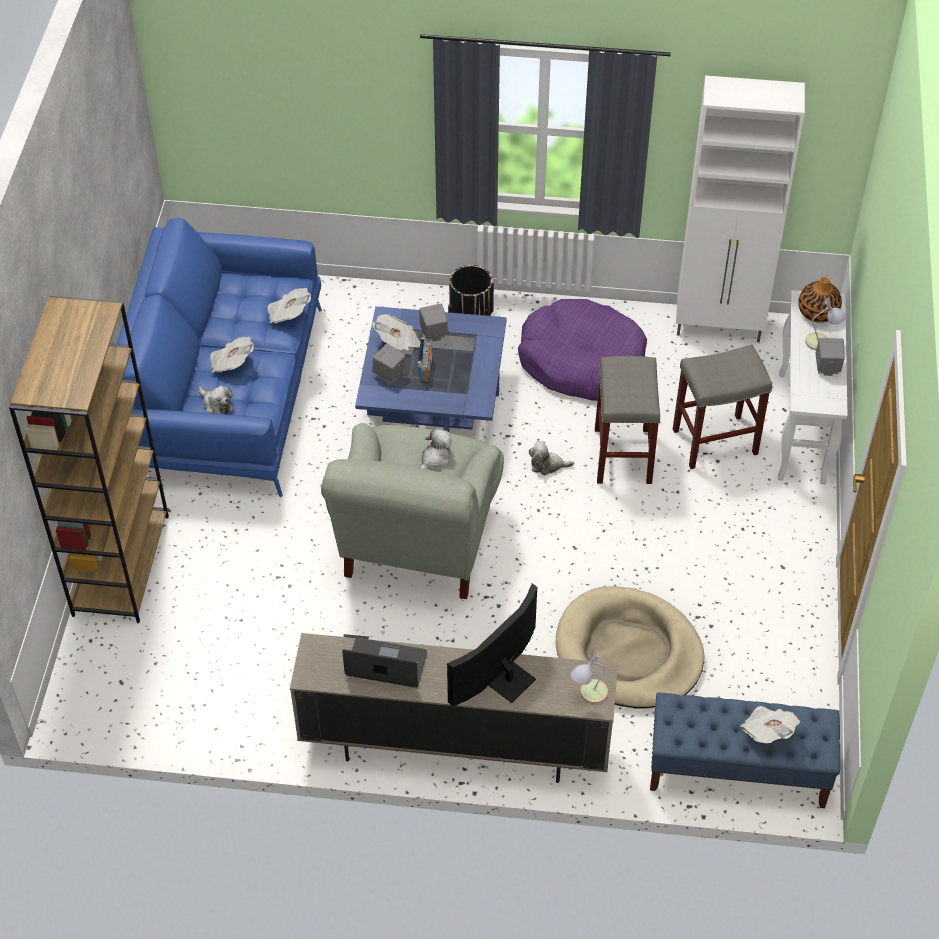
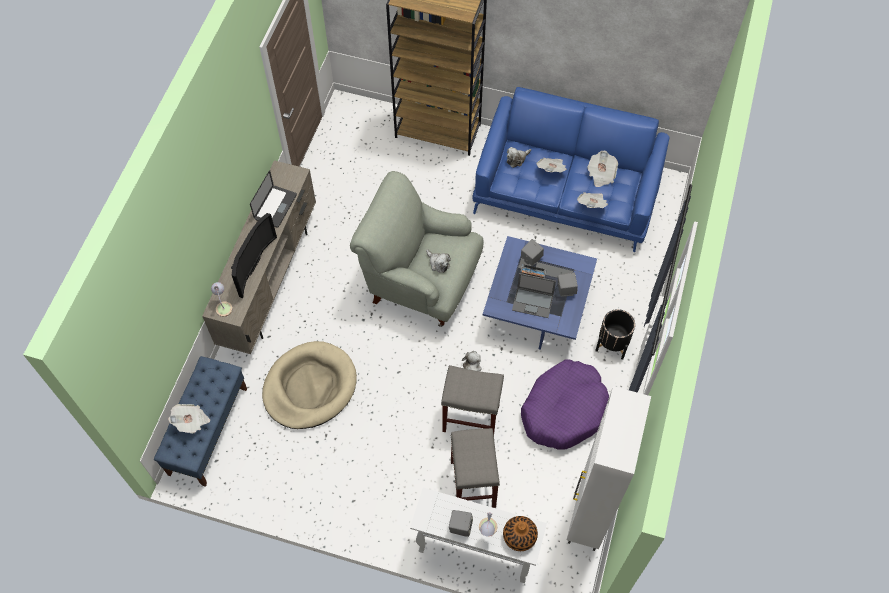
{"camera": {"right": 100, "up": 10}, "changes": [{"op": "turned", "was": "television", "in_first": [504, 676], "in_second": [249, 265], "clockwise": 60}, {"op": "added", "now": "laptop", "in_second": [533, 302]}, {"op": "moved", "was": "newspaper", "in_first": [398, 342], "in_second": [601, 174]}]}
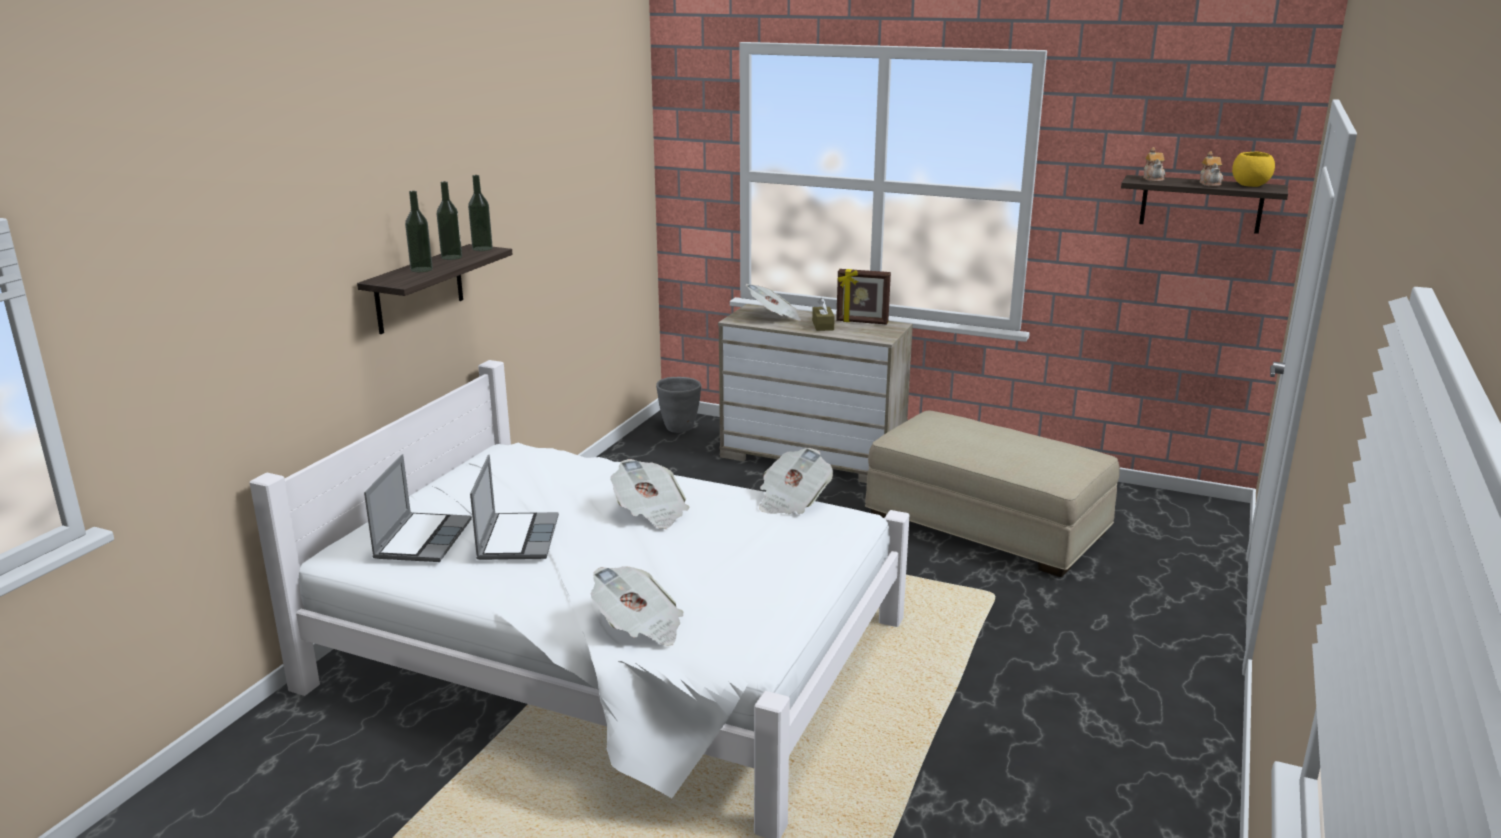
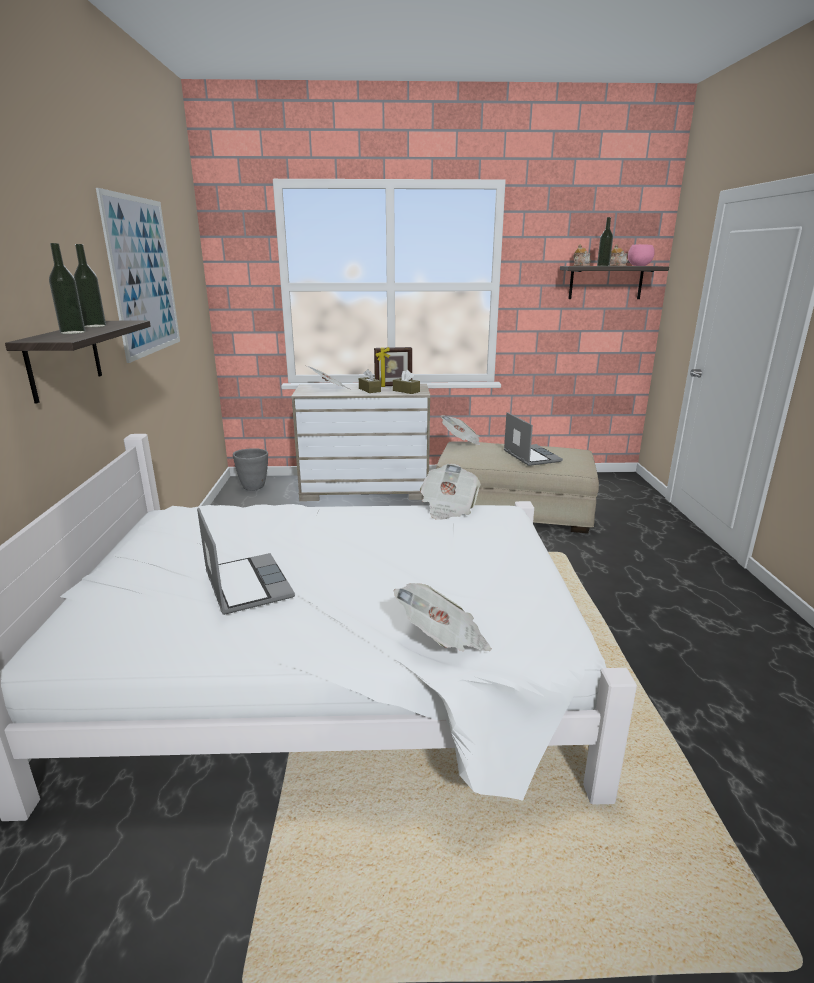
{"camera": {"right": -25, "up": 0}, "changes": [{"op": "added", "now": "picture", "in_second": [143, 276]}, {"op": "added", "now": "tissue box in brown", "in_second": [406, 391]}, {"op": "moved", "was": "newspaper", "in_first": [650, 512], "in_second": [461, 441]}, {"op": "moved", "was": "laptop", "in_first": [422, 539], "in_second": [530, 456]}, {"op": "moved", "was": "bottle", "in_first": [482, 248], "in_second": [603, 266]}, {"op": "recoloured", "was": "bowl in yellow", "now": "bowl in pink", "in_first": [1250, 185], "in_second": [639, 265]}]}
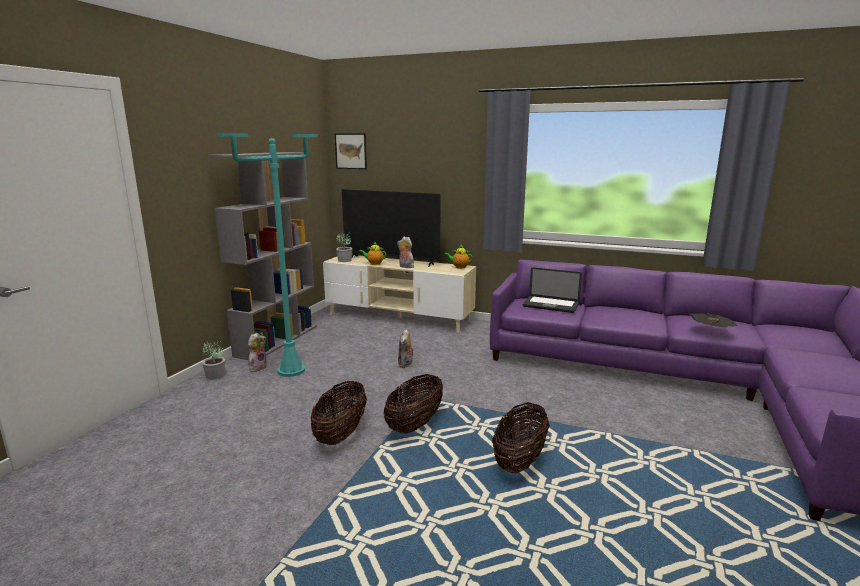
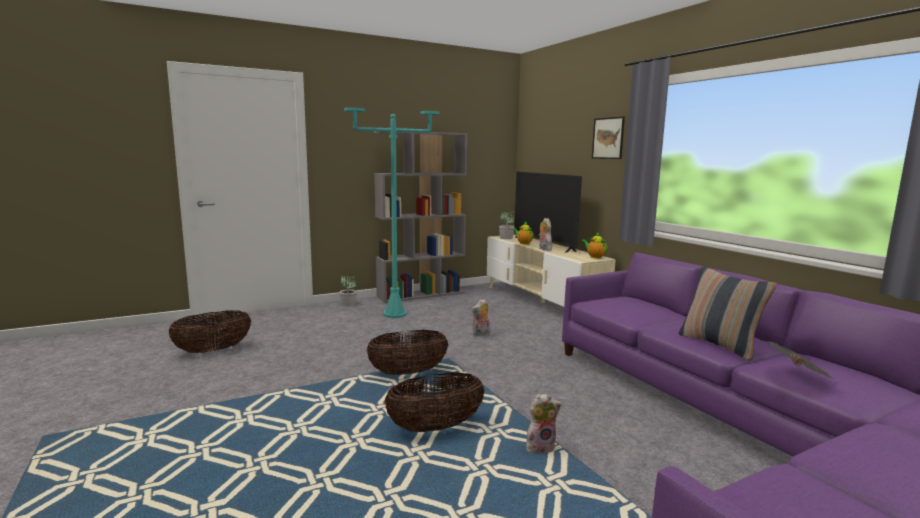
{"camera": {"right": 40, "up": -5}, "changes": [{"op": "moved", "was": "basket", "in_first": [341, 434], "in_second": [213, 350]}, {"op": "moved", "was": "plush toy", "in_first": [258, 367], "in_second": [540, 447]}, {"op": "moved", "was": "picture", "in_first": [351, 151], "in_second": [608, 138]}, {"op": "added", "now": "pillow", "in_second": [719, 345]}, {"op": "removed", "was": "laptop", "in_first": [550, 305]}]}
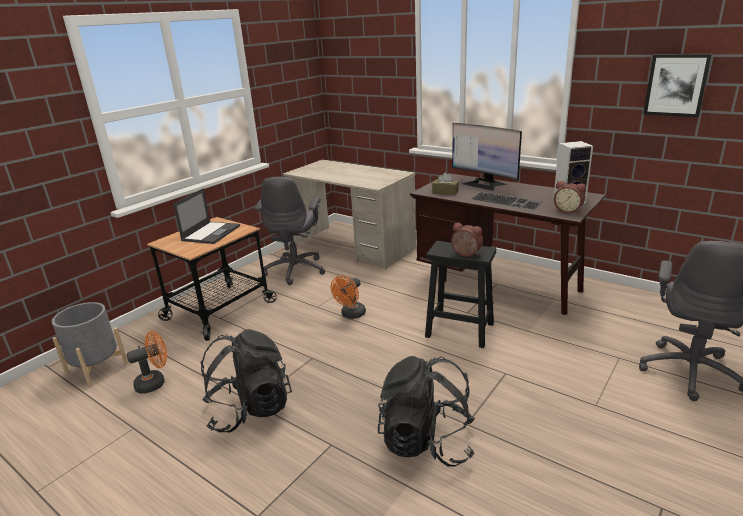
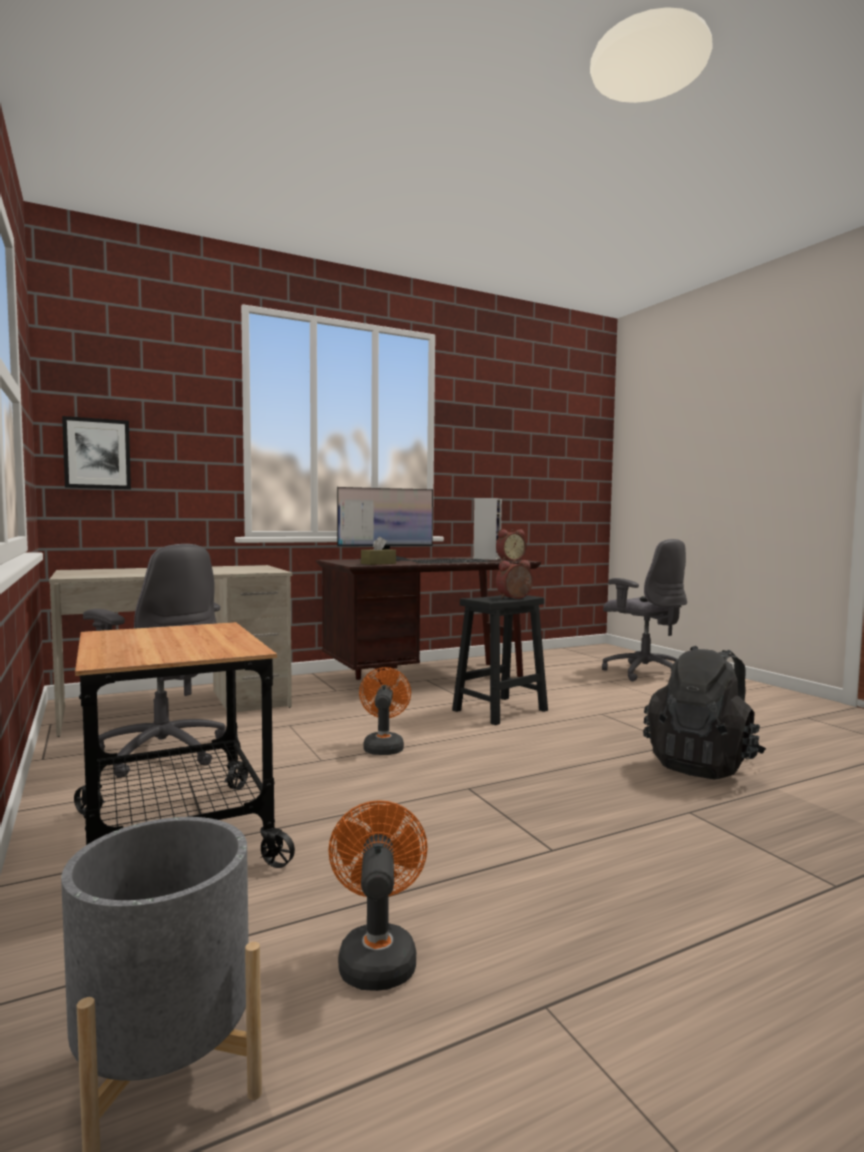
{"camera": {"right": -65, "up": -20}, "changes": [{"op": "moved", "was": "picture", "in_first": [676, 85], "in_second": [97, 454]}, {"op": "turned", "was": "fan in orange", "in_first": [351, 315], "in_second": [383, 746], "clockwise": -150}, {"op": "removed", "was": "laptop", "in_first": [211, 233]}, {"op": "removed", "was": "backpack in black", "in_first": [249, 409]}]}
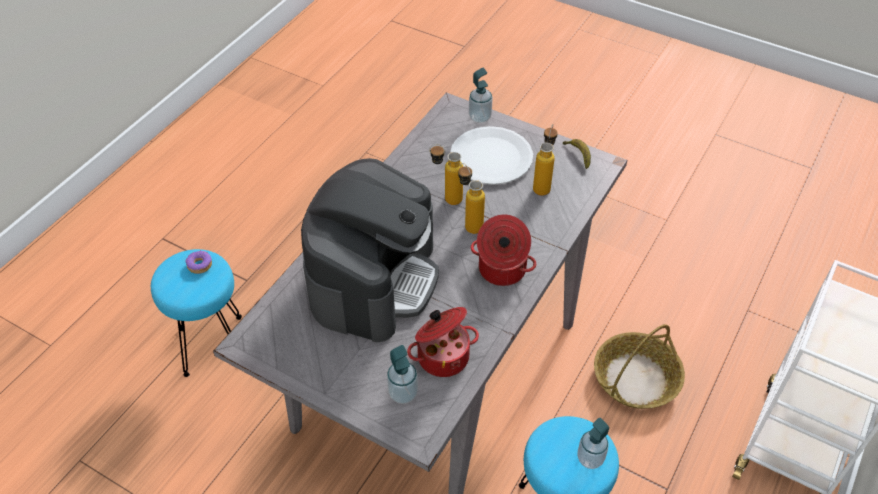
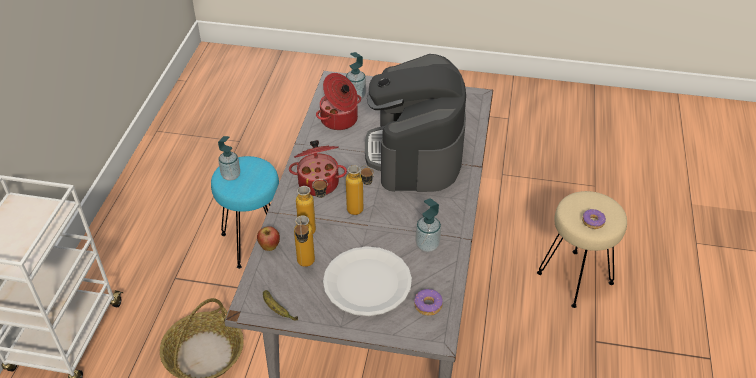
{"camera": {"right": 160, "up": -5}, "changes": [{"op": "added", "now": "apple", "in_second": [269, 247]}, {"op": "moved", "was": "bottle", "in_first": [446, 198], "in_second": [314, 230]}, {"op": "added", "now": "donut", "in_second": [428, 305]}, {"op": "moved", "was": "soap dispenser", "in_first": [480, 117], "in_second": [427, 245]}, {"op": "recoloured", "was": "stool in turquoise", "now": "stool in beige", "in_first": [213, 344], "in_second": [575, 279]}]}
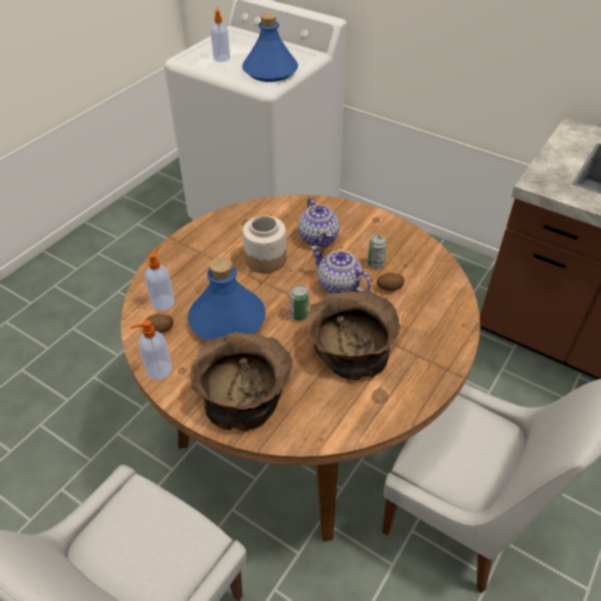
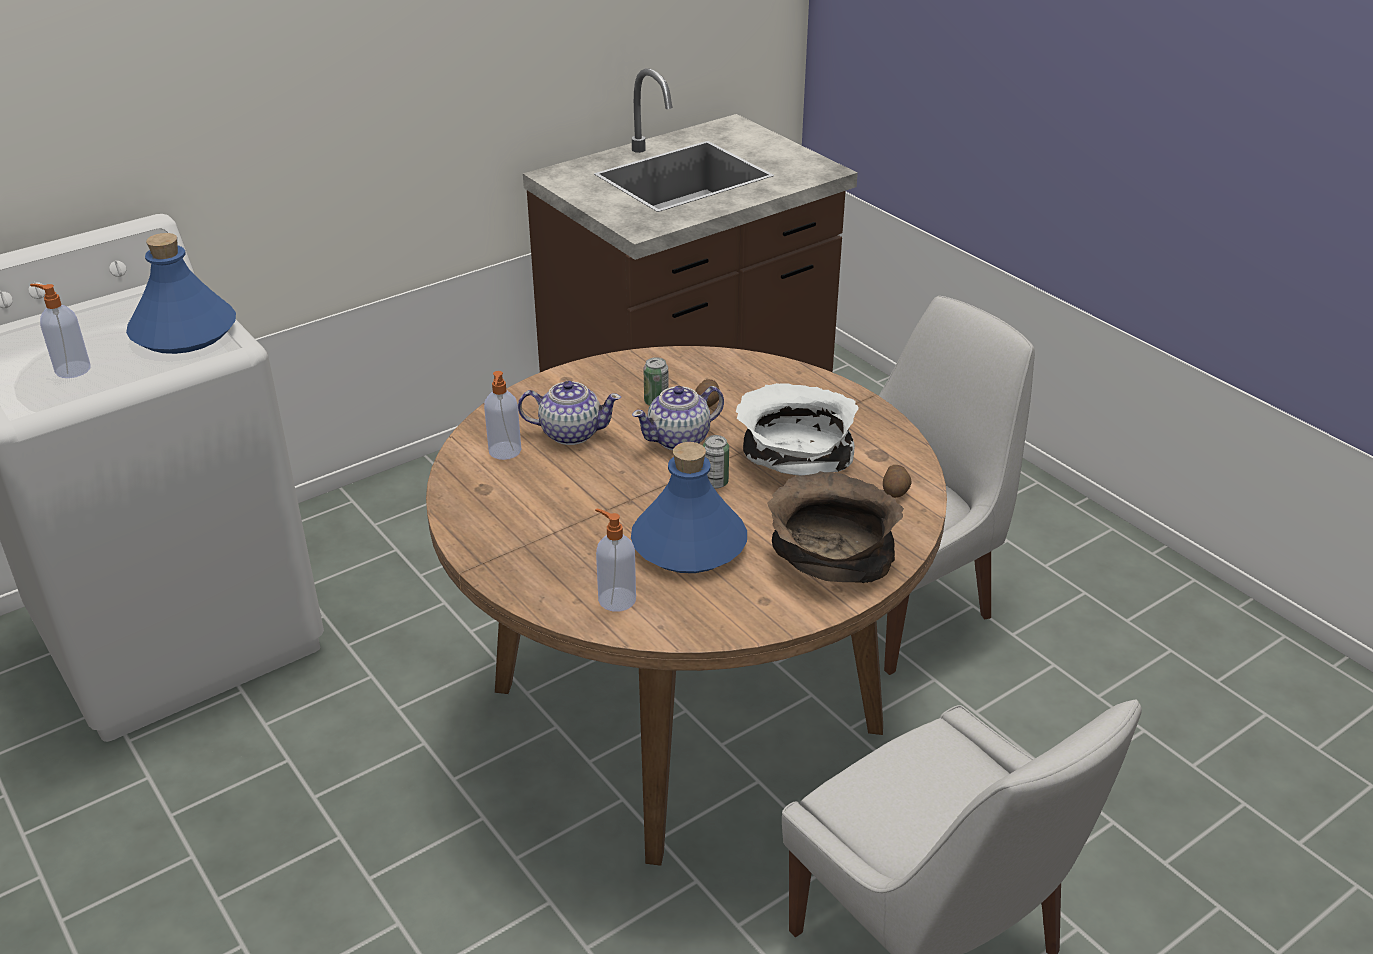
{"camera": {"right": -70, "up": -10}, "changes": [{"op": "moved", "was": "soap dispenser", "in_first": [158, 370], "in_second": [504, 451]}, {"op": "recoloured", "was": "bowl in brown", "now": "bowl in white", "in_first": [352, 346], "in_second": [792, 455]}, {"op": "moved", "was": "potato", "in_first": [159, 329], "in_second": [896, 491]}, {"op": "removed", "was": "jar", "in_first": [266, 259]}]}
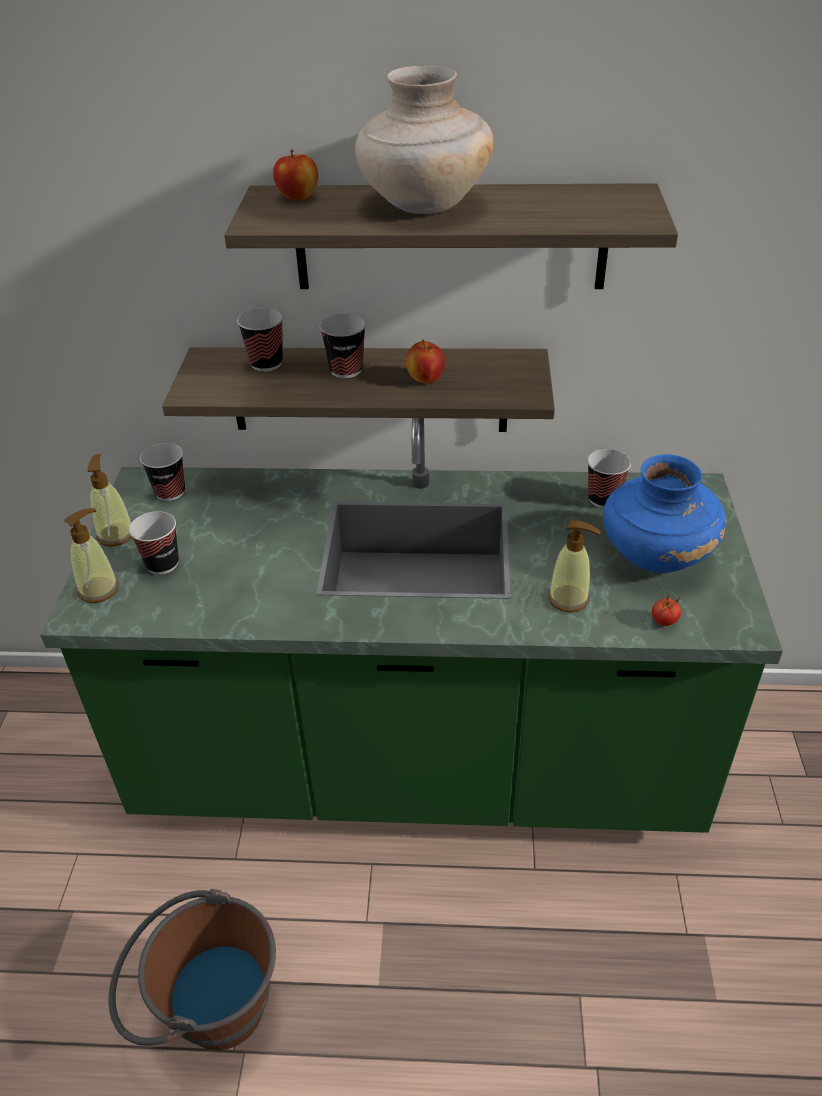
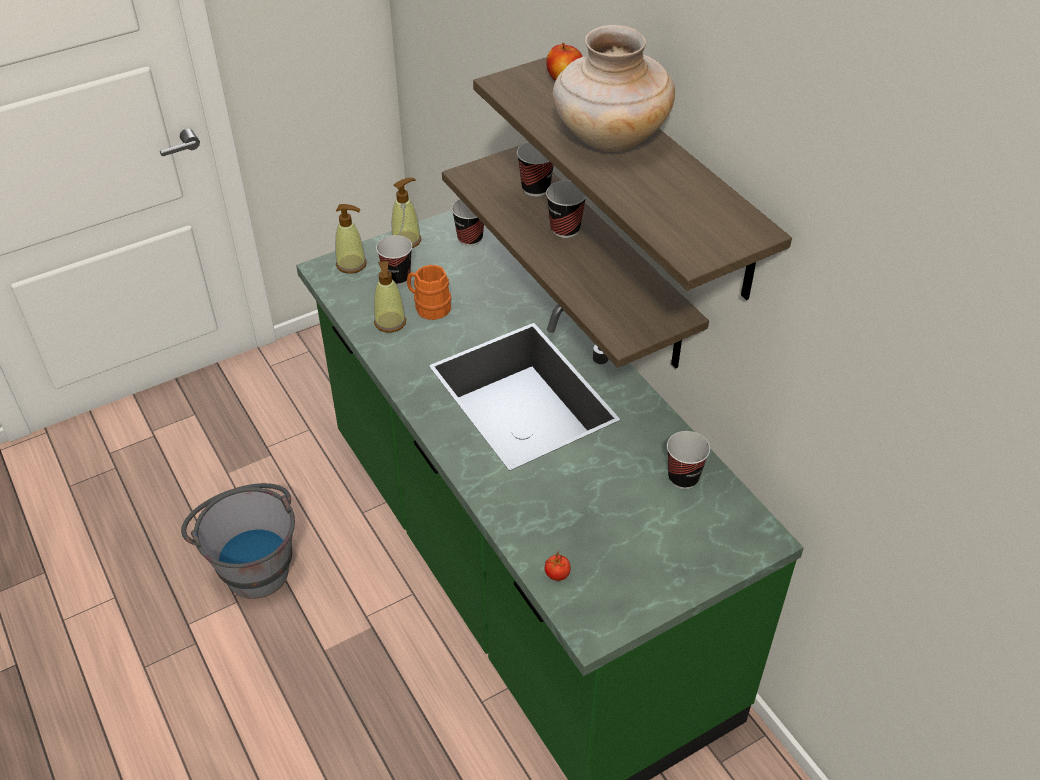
{"camera": {"right": 55, "up": 5}, "changes": [{"op": "recoloured", "was": "bucket in brown", "now": "bucket in grey", "in_first": [205, 1007], "in_second": [252, 563]}, {"op": "moved", "was": "soap dispenser", "in_first": [569, 599], "in_second": [390, 322]}, {"op": "added", "now": "mug in orange", "in_second": [428, 307]}, {"op": "removed", "was": "apple", "in_first": [425, 379]}, {"op": "removed", "was": "vase in blue", "in_first": [655, 555]}]}
